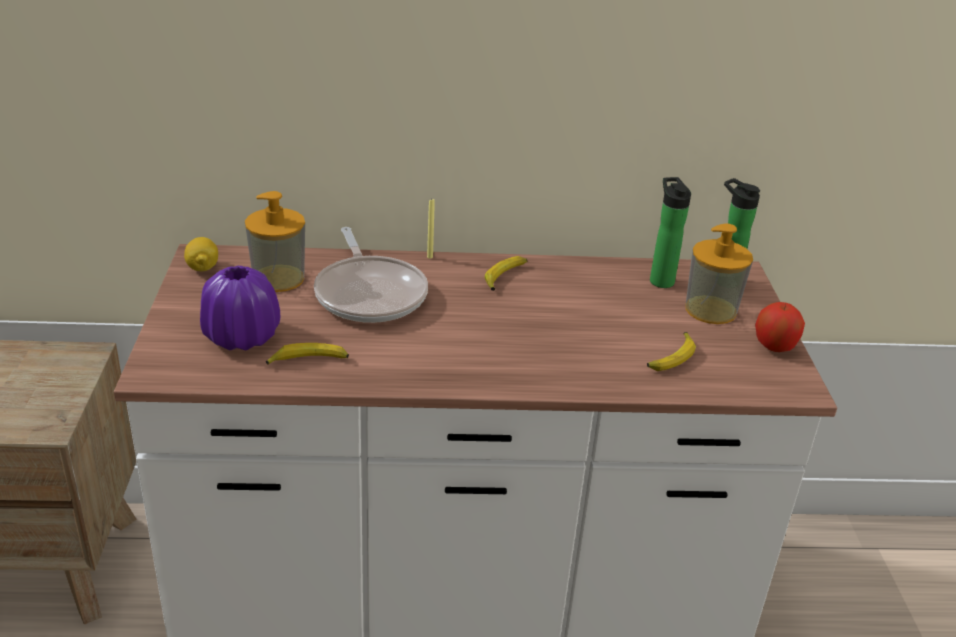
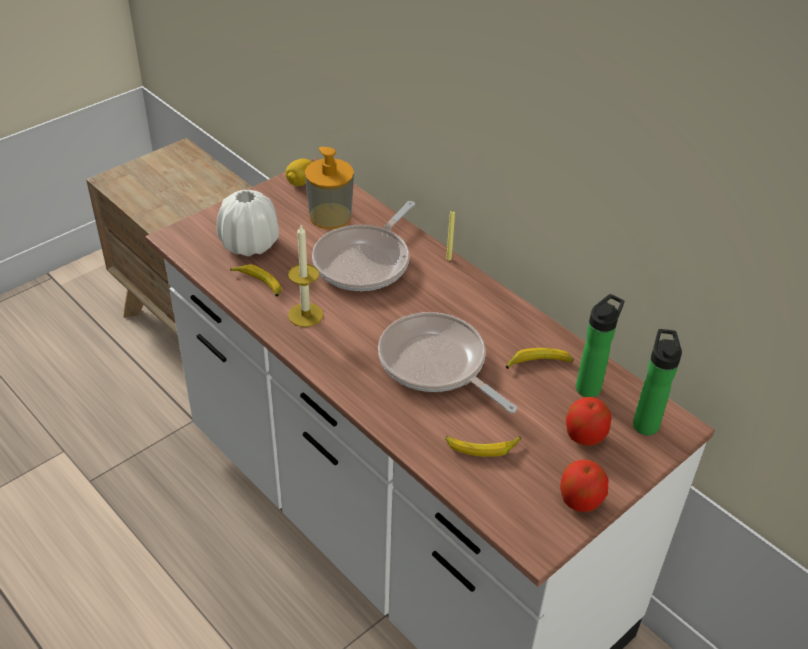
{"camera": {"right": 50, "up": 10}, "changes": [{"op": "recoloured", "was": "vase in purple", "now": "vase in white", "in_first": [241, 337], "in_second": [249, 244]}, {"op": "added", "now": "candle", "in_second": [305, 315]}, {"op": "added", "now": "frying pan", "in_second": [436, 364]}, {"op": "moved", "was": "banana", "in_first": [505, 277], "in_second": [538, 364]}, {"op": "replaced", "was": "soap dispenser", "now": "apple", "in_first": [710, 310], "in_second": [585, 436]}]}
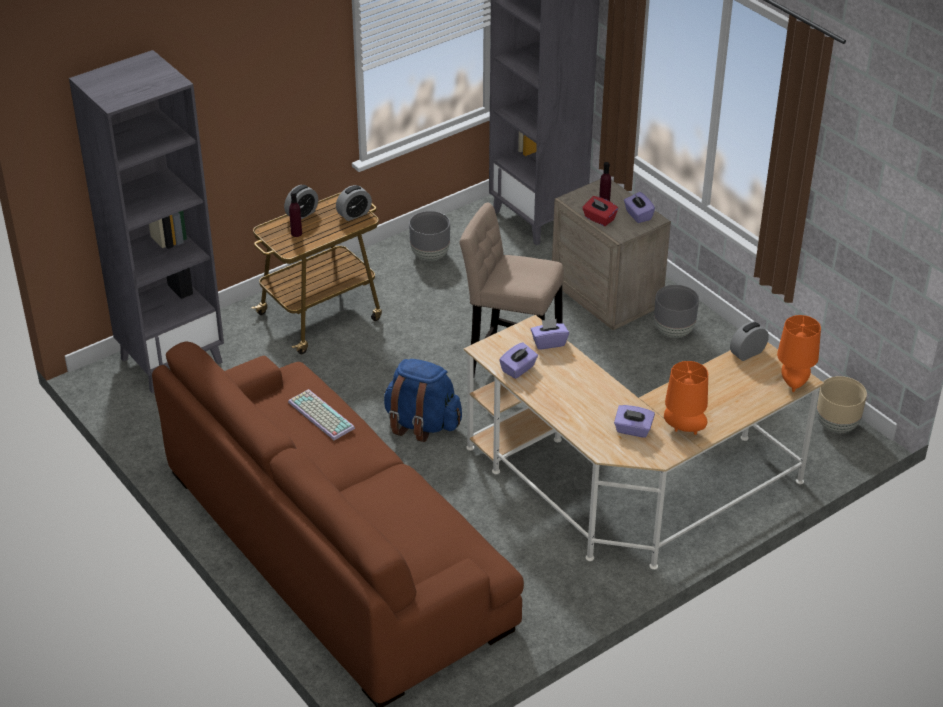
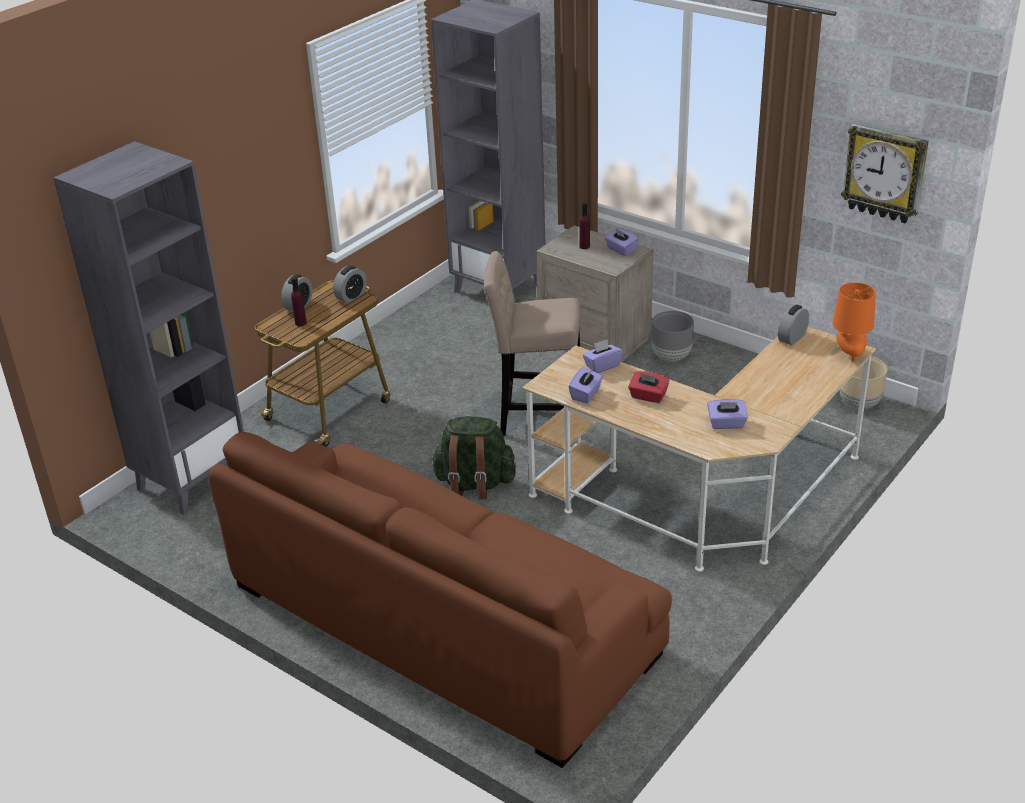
{"camera": {"right": -15, "up": -5}, "changes": [{"op": "recoloured", "was": "backpack in blue", "now": "backpack in green", "in_first": [421, 424], "in_second": [474, 484]}, {"op": "moved", "was": "tissue box in red", "in_first": [599, 219], "in_second": [648, 396]}, {"op": "added", "now": "wall clock", "in_second": [885, 173]}, {"op": "removed", "was": "keyboard", "in_first": [319, 415]}, {"op": "removed", "was": "planter in grey", "in_first": [430, 255]}, {"op": "removed", "was": "table lamp in orange", "in_first": [683, 430]}]}
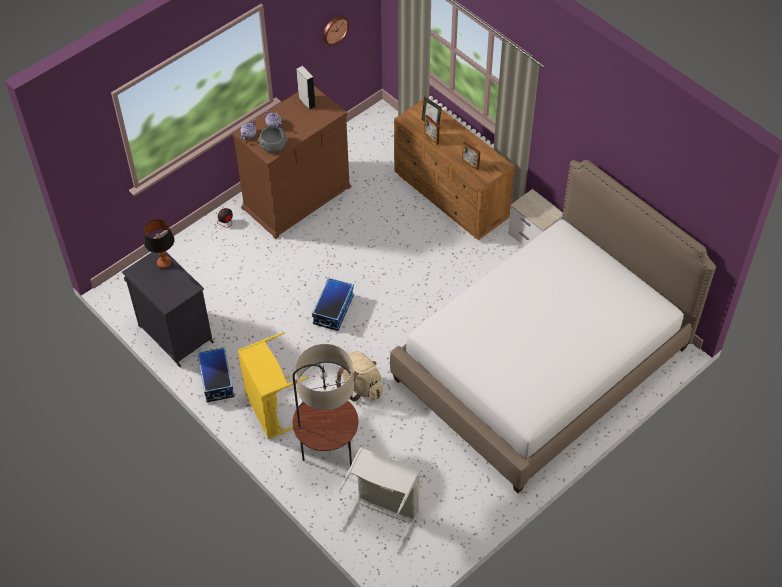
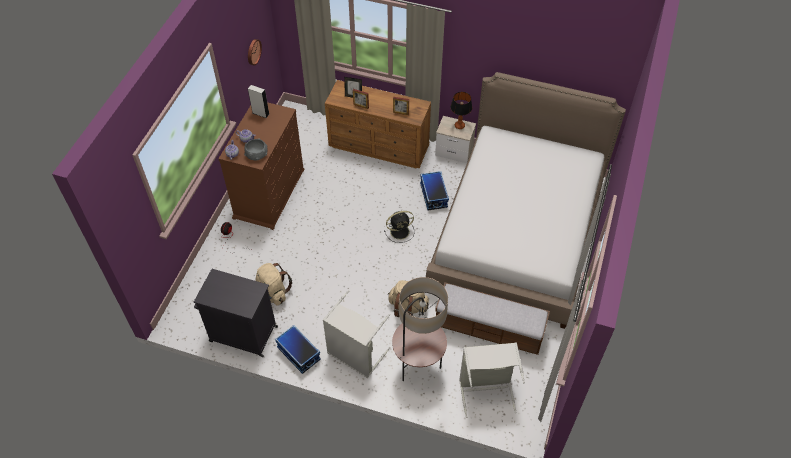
{"camera": {"right": -30, "up": 0}, "changes": [{"op": "added", "now": "backpack in beige", "in_second": [273, 292]}, {"op": "recoloured", "was": "laundry basket in yellow", "now": "laundry basket in grey", "in_first": [271, 410], "in_second": [355, 355]}, {"op": "added", "now": "fan in black", "in_second": [400, 231]}, {"op": "moved", "was": "storage box", "in_first": [333, 310], "in_second": [433, 195]}, {"op": "added", "now": "bench", "in_second": [489, 329]}, {"op": "moved", "was": "table lamp", "in_first": [164, 263], "in_second": [459, 126]}]}
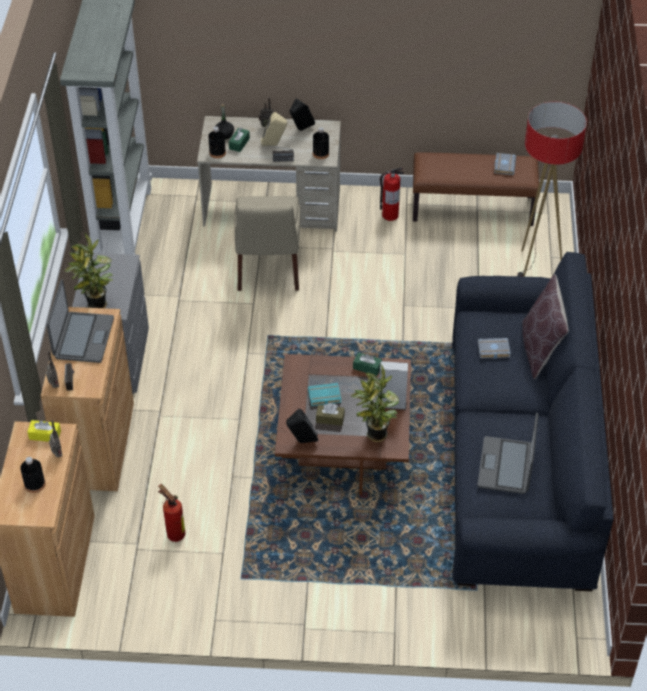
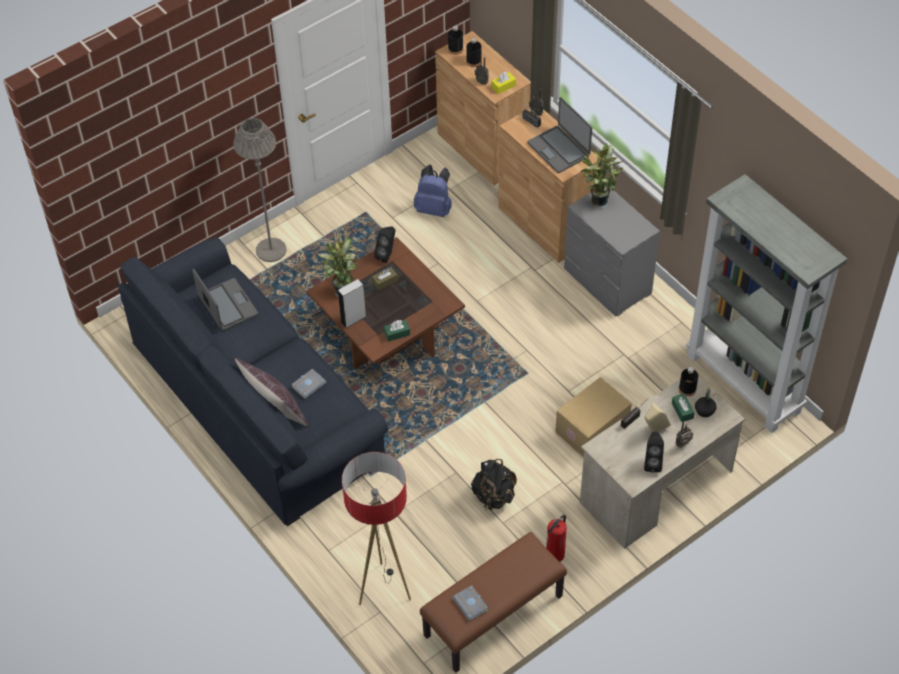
{"camera": {"right": 140, "up": 5}, "changes": [{"op": "added", "now": "floor lamp in grey", "in_second": [271, 250]}, {"op": "replaced", "was": "fire extinguisher", "now": "backpack in blue", "in_first": [174, 533], "in_second": [434, 208]}, {"op": "moved", "was": "bottle in black", "in_first": [320, 153], "in_second": [455, 49]}, {"op": "added", "now": "backpack in black", "in_second": [494, 496]}, {"op": "replaced", "was": "chair in beige", "now": "cardboard box", "in_first": [268, 269], "in_second": [591, 428]}, {"op": "removed", "was": "book in turquoise", "in_first": [324, 397]}]}
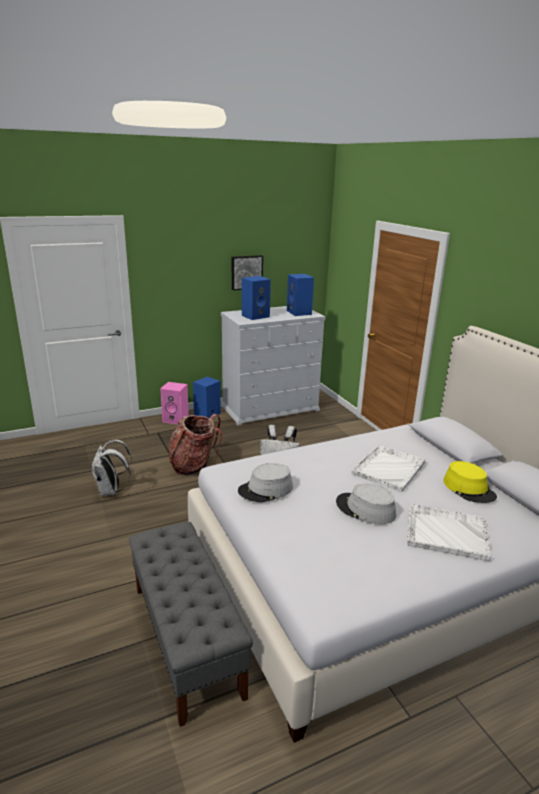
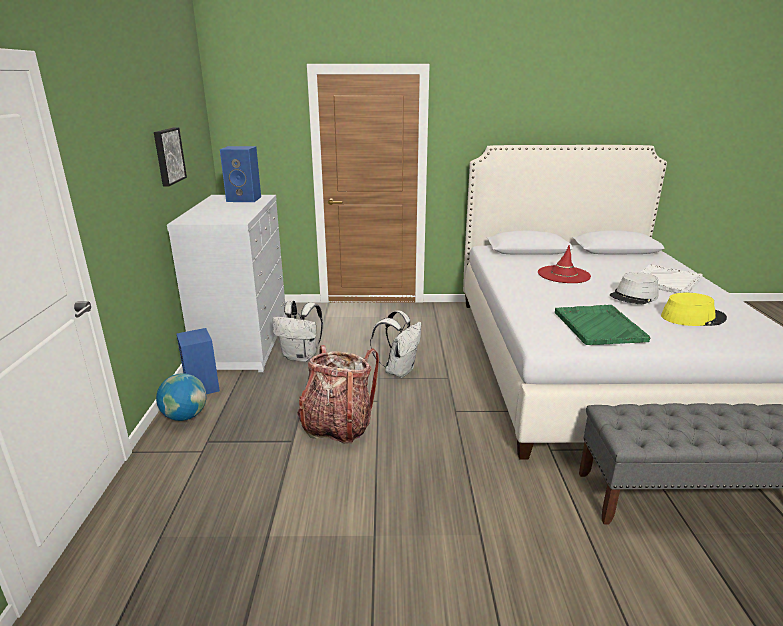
{"camera": {"right": -65, "up": 0}, "changes": [{"op": "replaced", "was": "speaker in pink", "now": "globe", "in_first": [176, 419], "in_second": [185, 416]}, {"op": "moved", "was": "backpack in white", "in_first": [111, 491], "in_second": [301, 356]}, {"op": "replaced", "was": "tray in white", "now": "hat in red", "in_first": [389, 468], "in_second": [563, 275]}, {"op": "replaced", "was": "hat in grey", "now": "tray in green", "in_first": [265, 490], "in_second": [598, 326]}, {"op": "moved", "was": "hat in yellow", "in_first": [469, 489], "in_second": [692, 317]}, {"op": "removed", "was": "speaker in blue", "in_first": [255, 316]}]}
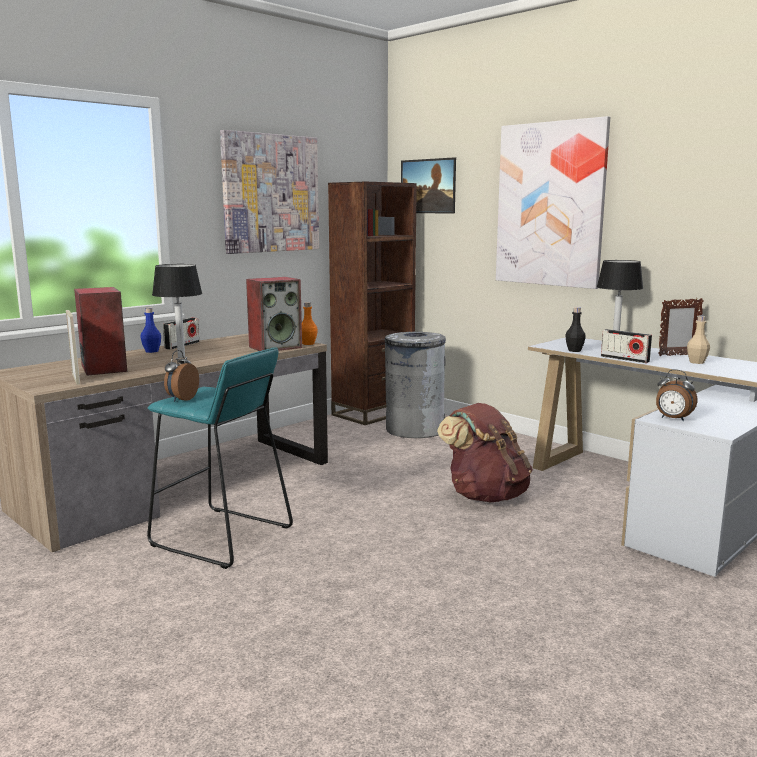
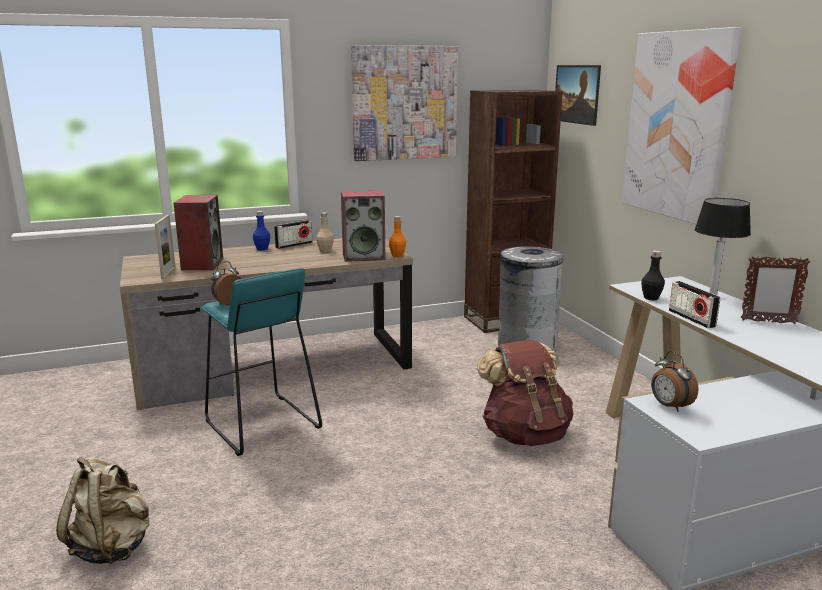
{"camera": {"right": 25, "up": 5}, "changes": [{"op": "added", "now": "backpack in beige", "in_second": [112, 547]}, {"op": "moved", "was": "bottle in beige", "in_first": [696, 362], "in_second": [325, 251]}, {"op": "removed", "was": "table lamp", "in_first": [180, 357]}]}
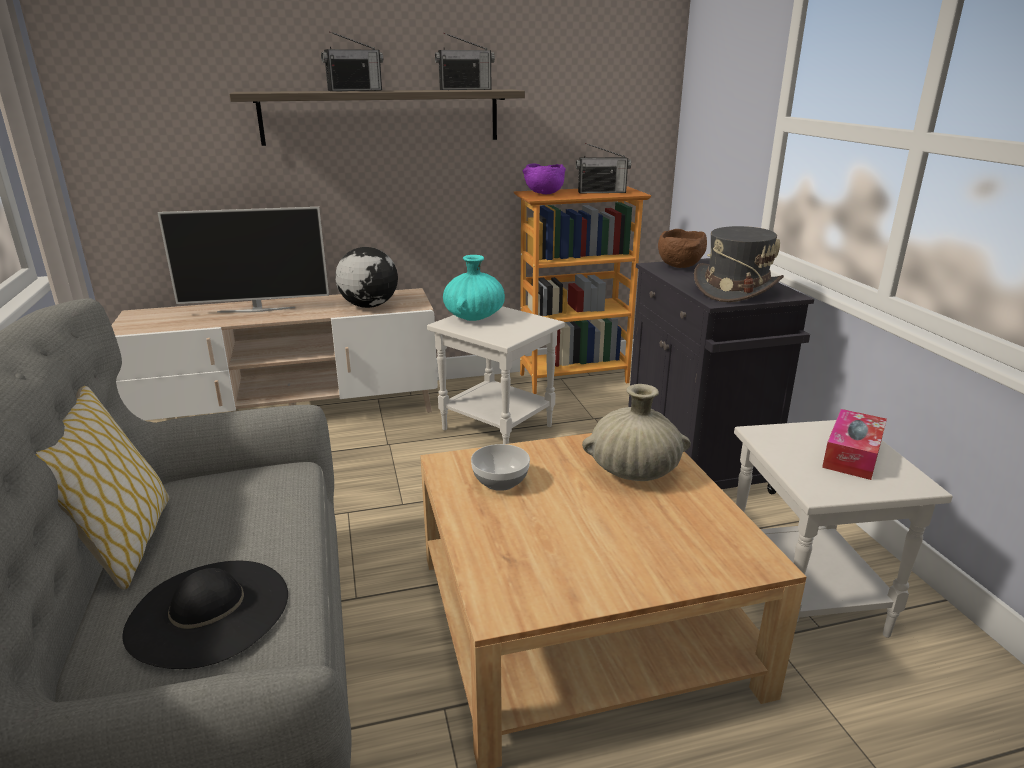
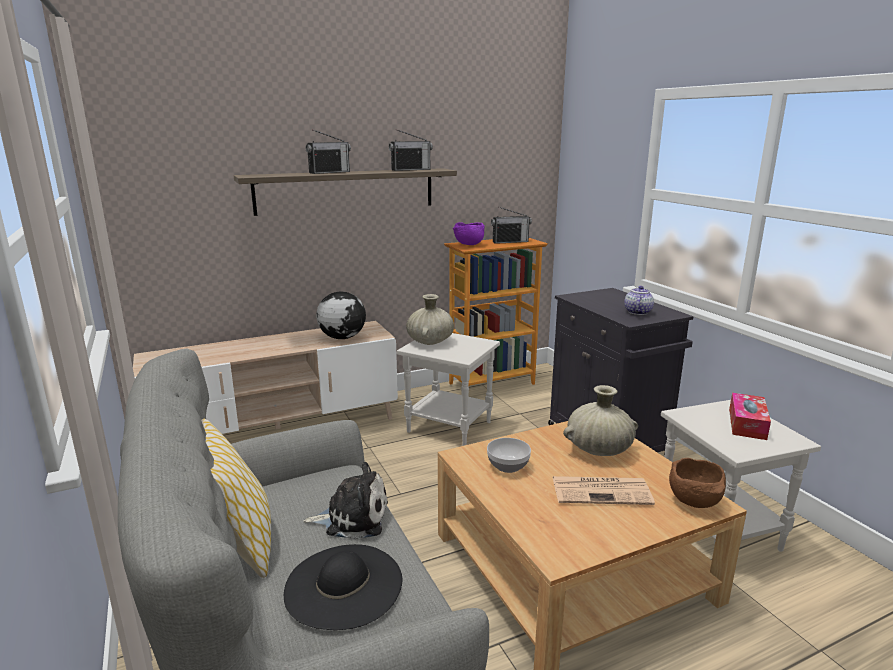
{"camera": {"right": -10, "up": -5}, "changes": [{"op": "added", "now": "plush toy", "in_second": [353, 517]}, {"op": "recoloured", "was": "vase in turquoise", "now": "vase in beige", "in_first": [474, 317], "in_second": [430, 342]}, {"op": "added", "now": "newspaper", "in_second": [602, 491]}, {"op": "replaced", "was": "hat in grey", "now": "teapot", "in_first": [735, 289], "in_second": [637, 312]}, {"op": "moved", "was": "bowl in brown", "in_first": [681, 267], "in_second": [695, 502]}, {"op": "removed", "was": "television", "in_first": [256, 309]}]}
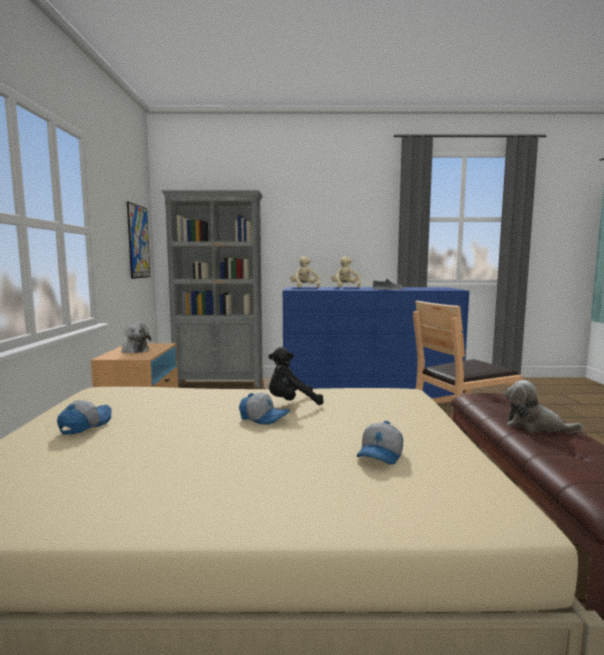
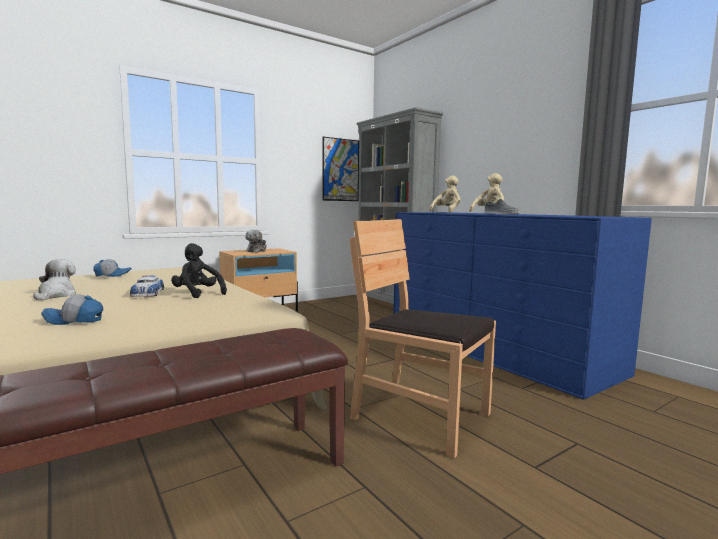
{"camera": {"right": 55, "up": 0}, "changes": [{"op": "moved", "was": "plush toy", "in_first": [535, 427], "in_second": [56, 295]}, {"op": "replaced", "was": "cap", "now": "toy car", "in_first": [264, 418], "in_second": [148, 293]}]}
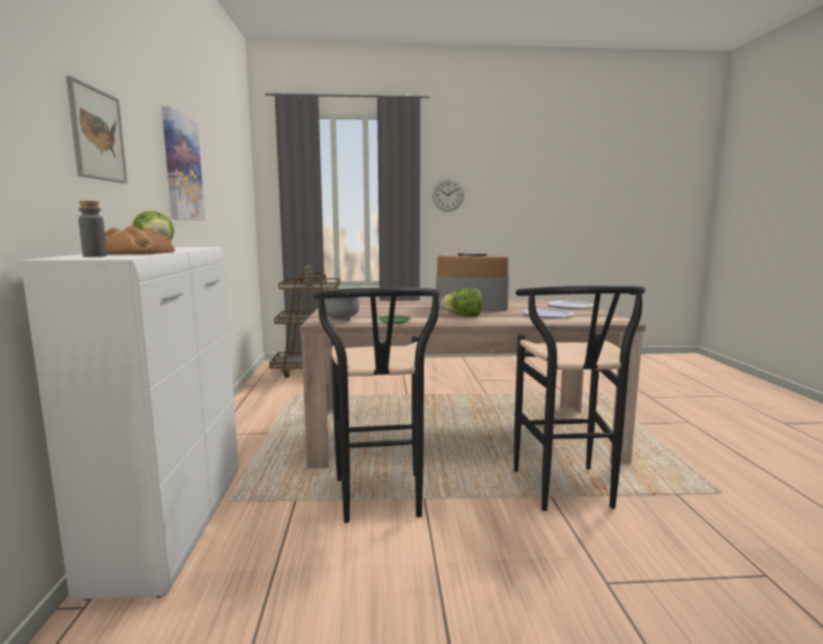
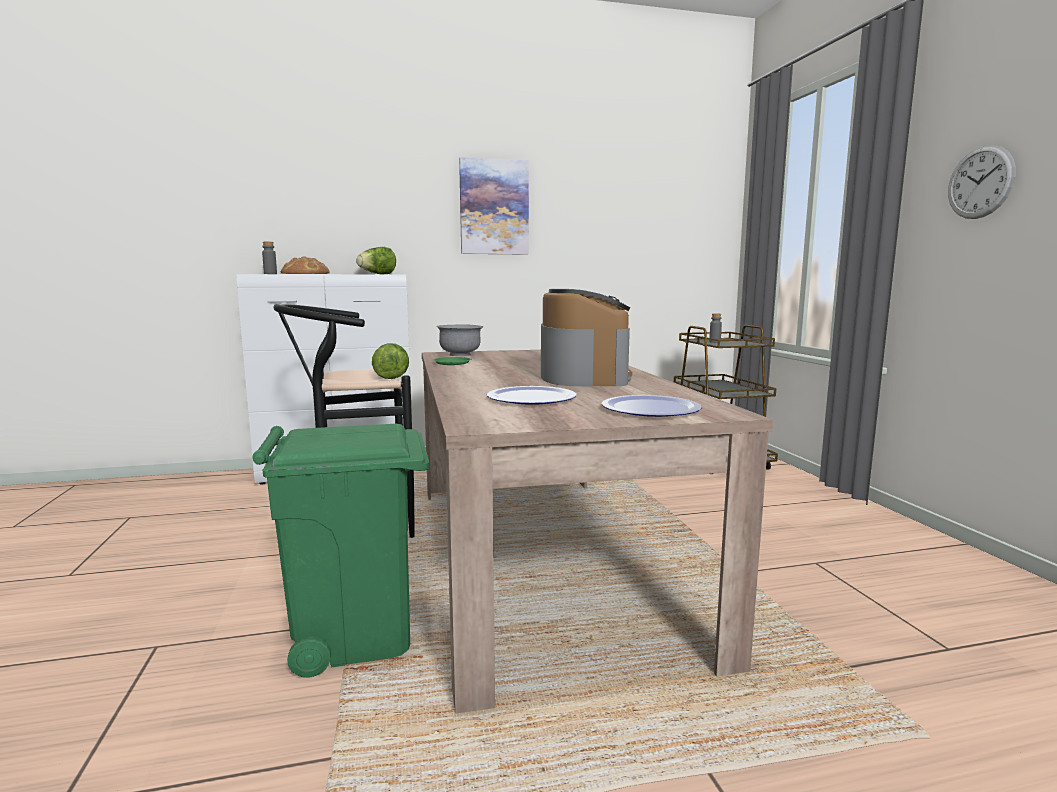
{"camera": {"right": 80, "up": 0}, "changes": [{"op": "replaced", "was": "stool in black", "now": "trash can in green", "in_first": [568, 493], "in_second": [356, 635]}, {"op": "moved", "was": "lettuce", "in_first": [463, 316], "in_second": [391, 377]}, {"op": "removed", "was": "picture", "in_first": [97, 134]}]}
